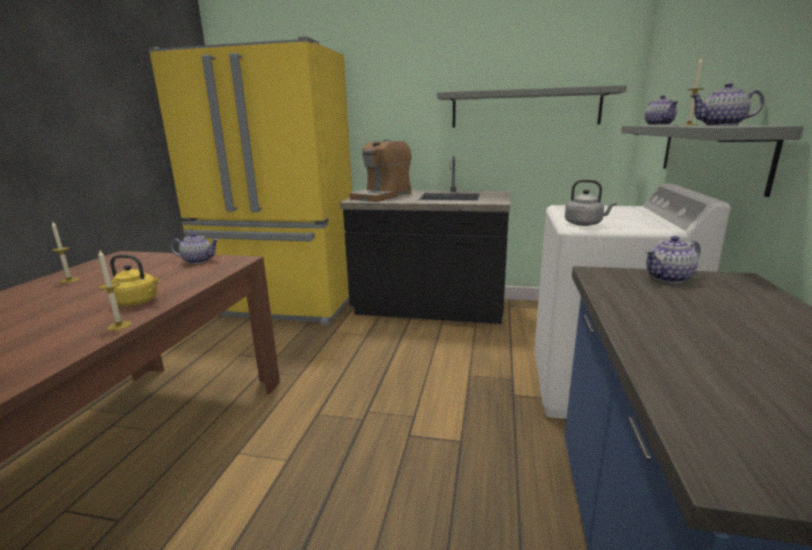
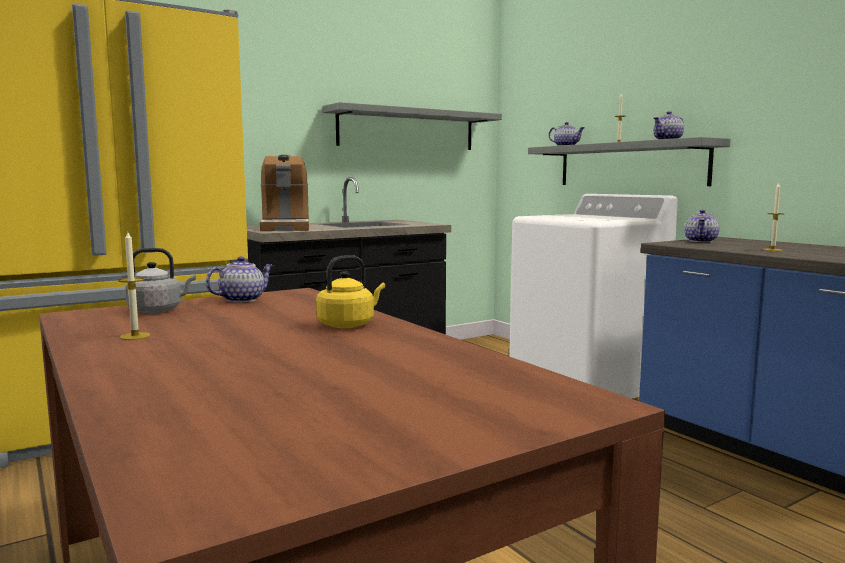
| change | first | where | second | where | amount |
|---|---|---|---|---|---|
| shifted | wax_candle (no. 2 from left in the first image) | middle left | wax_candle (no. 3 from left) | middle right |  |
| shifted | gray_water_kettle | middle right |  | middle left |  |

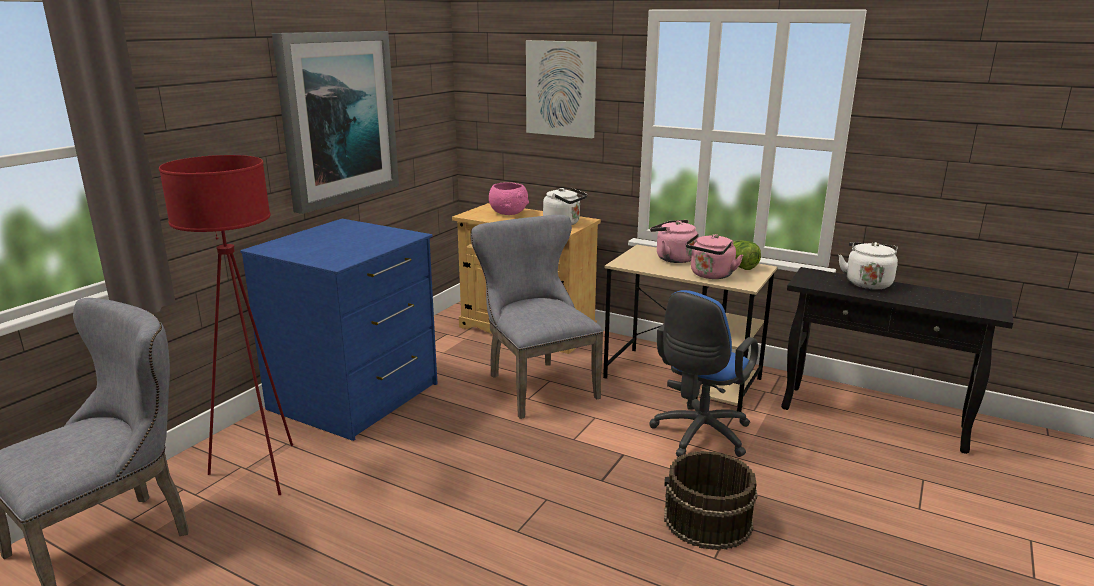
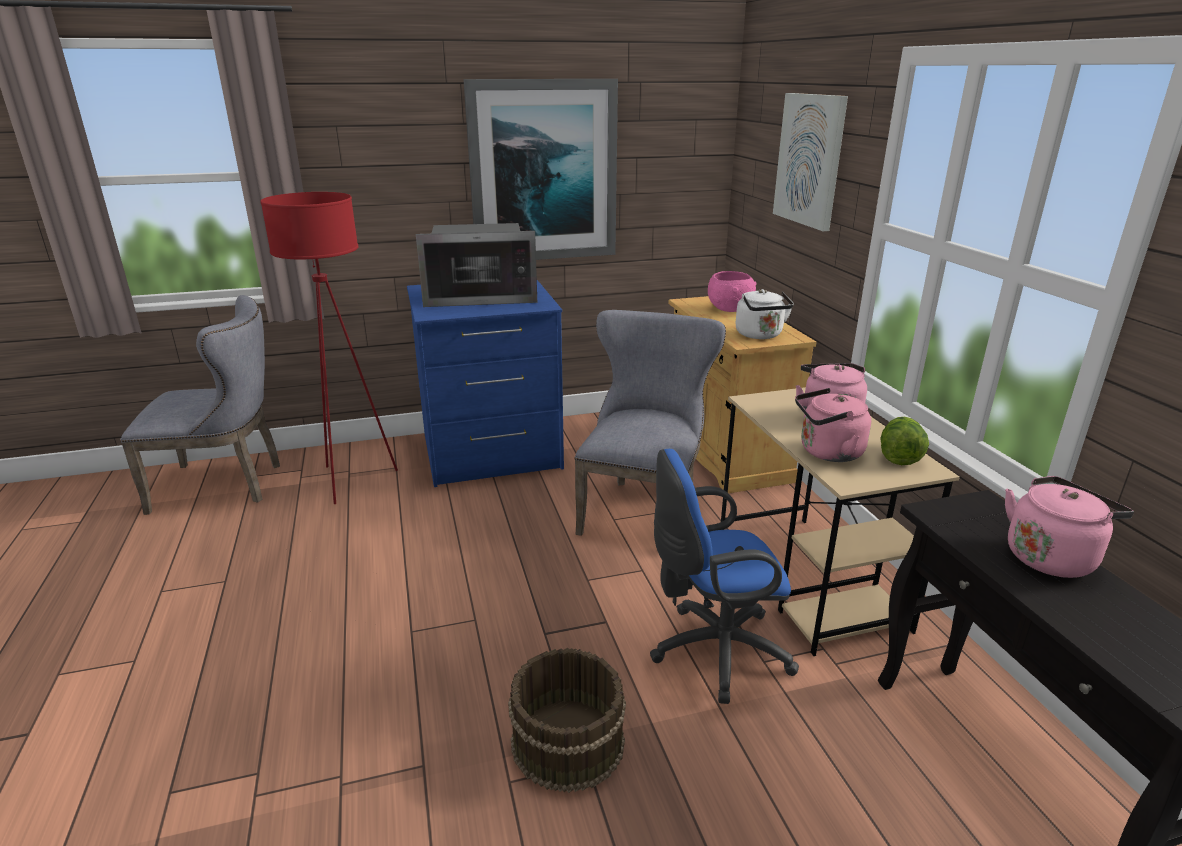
| change | first | where | second | where | amount |
|---|---|---|---|---|---|
| new |  |  | microwave_oven | top centre |  |
| repainted | whitish_water_kettle (no. 2 from left) | middle right | pink-coloured_water_kettle (no. 3 from left) | middle right |  |

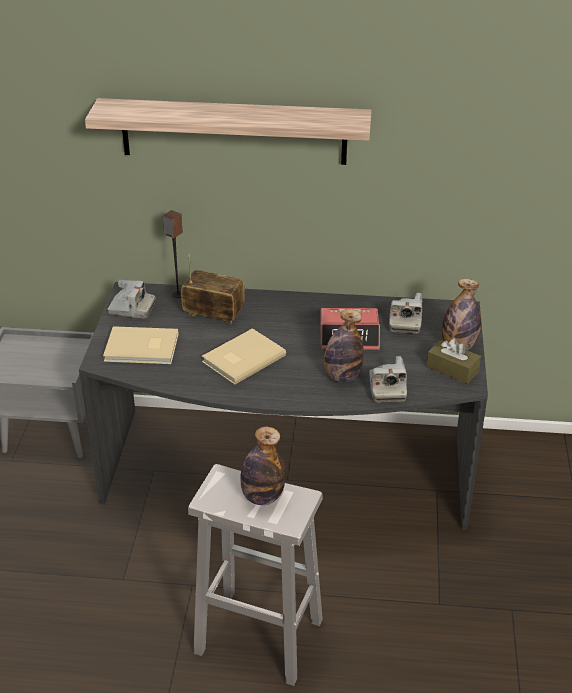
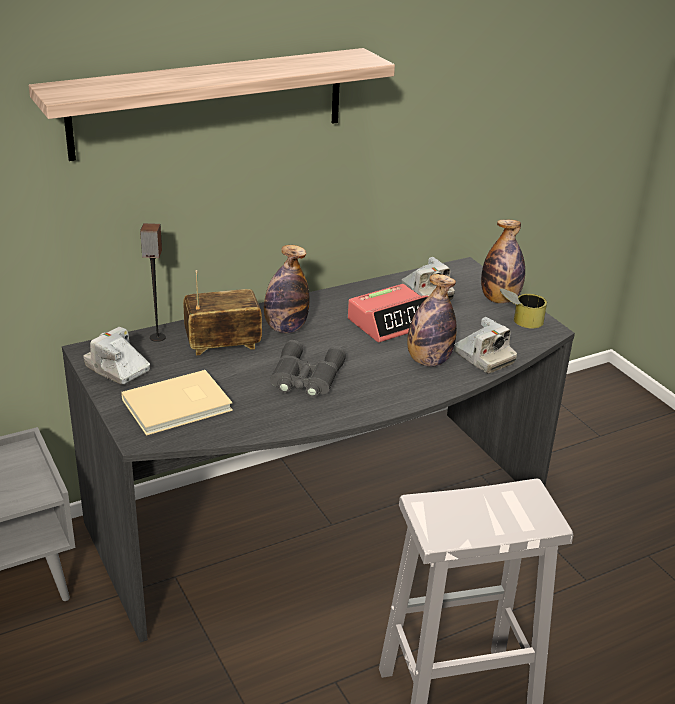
| change | first | where | second | where | amount |
|---|---|---|---|---|---|
| shifted | beverage_bottle (no. 1 from left) | bottom centre |  | centre |  |
| swapped | beige_volume (no. 2 from left) | centre | gray_pair_of_binoculars | centre |  |
| swapped | brown-coloured_tissue_box | middle right | metal_can | middle right |  |
| rotated | still_camera (no. 1 from left) | middle left |  | middle left | 120 degrees counterclockwise |

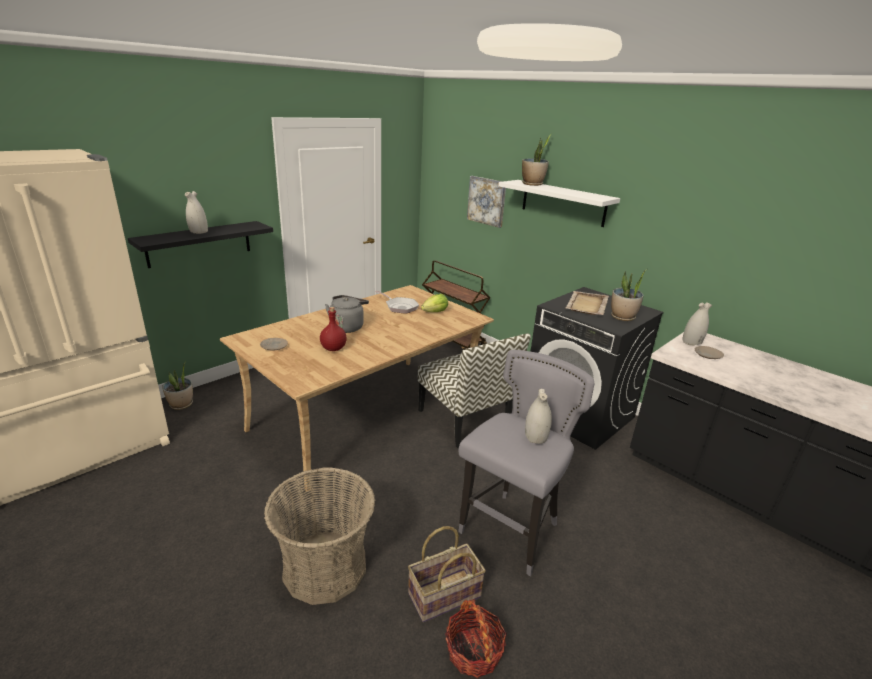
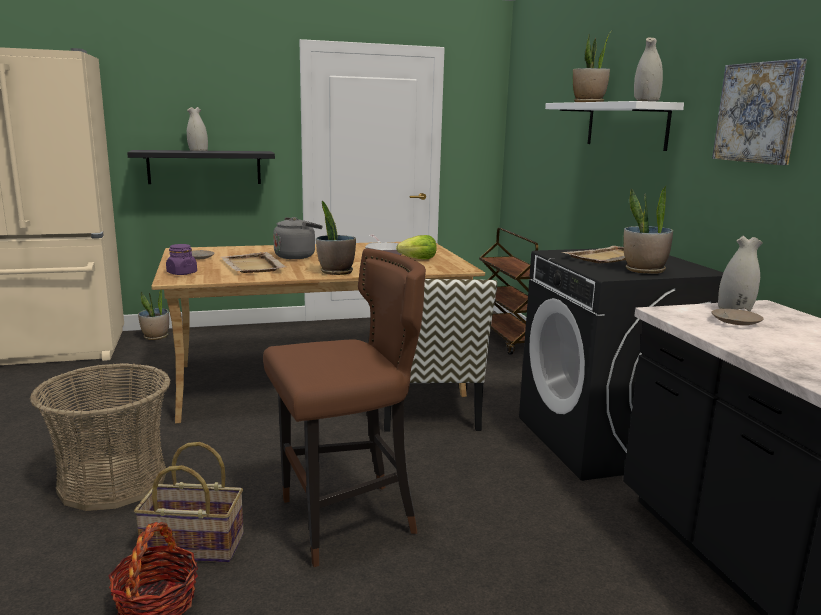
| change | first | where | second | where | amount |
|---|---|---|---|---|---|
| new |  |  | purplish_jar | middle left |  |
| new |  |  | potted_plant (no. 2 from left) | centre |  |
| shifted | wall_picture | top centre |  | top right |  |
| shifted | whitish_decorative_vase (no. 2 from left) | centre |  | top right |  |
| swapped | red-coloured_beverage_bottle | centre | beige_tray (no. 1 from left) | middle left |  |
| repainted | gray_sitting_stool | bottom centre | brown-coloured_sitting_stool | centre |  |

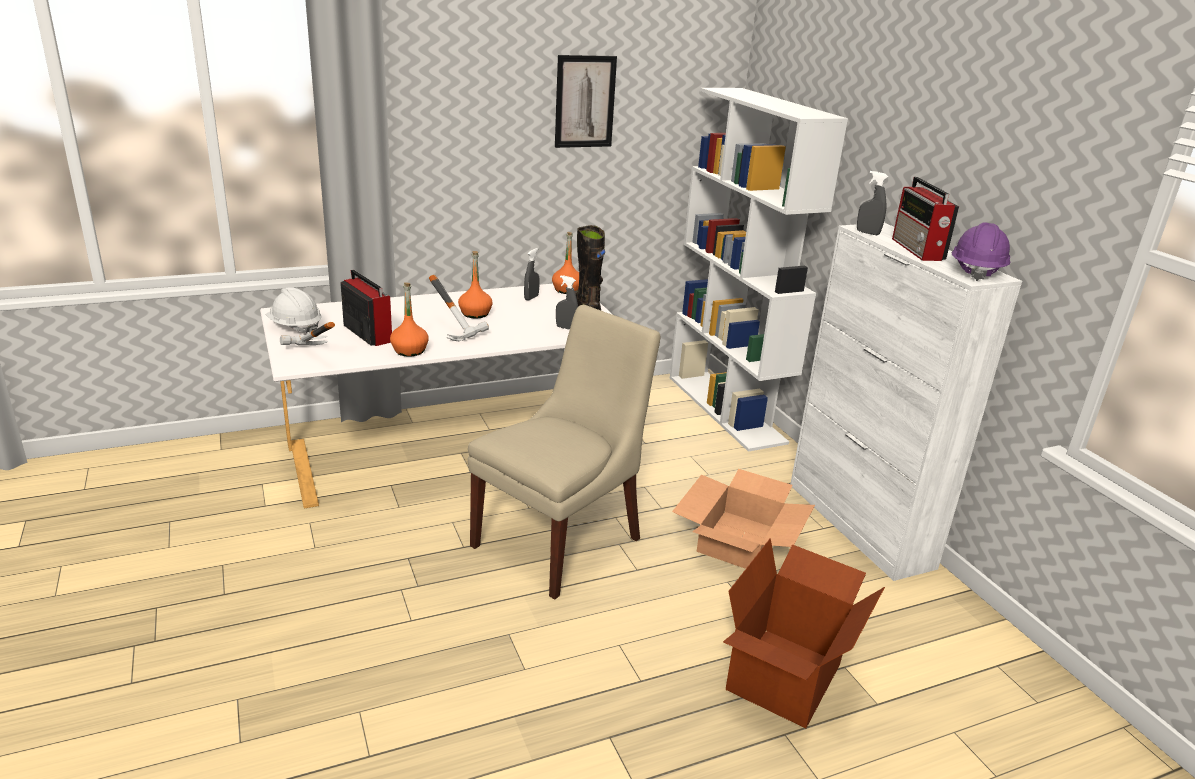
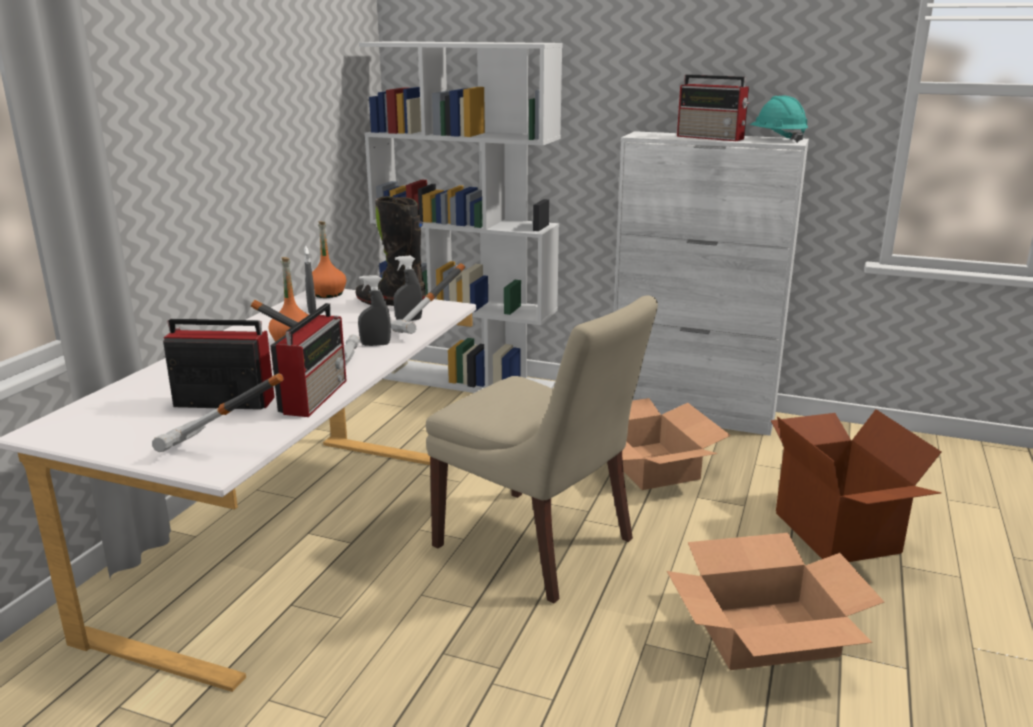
| change | first | where | second | where | amount |
|---|---|---|---|---|---|
| gone | whitish_hard_hat | middle left |  |  |  |
| gone | wall_picture | top centre |  |  |  |
| new |  |  | hammer (no. 3 from left) | centre |  |
| new |  |  | packing_box (no. 2 from left) | bottom right |  |
| shifted | gray_sprayer (no. 3 from left in the first image) | top right | gray_sprayer (no. 2 from left) | centre |  |
| swapped | orange-coloured_beverage_bottle (no. 1 from left) | centre | radio_receiver (no. 2 from left) | middle left |  |
| repainted | purplish_hard_hat | top right | blue-green_hard_hat | top right |  |
| rotated | beige_upright_chair | centre |  | centre | 135 degrees clockwise |

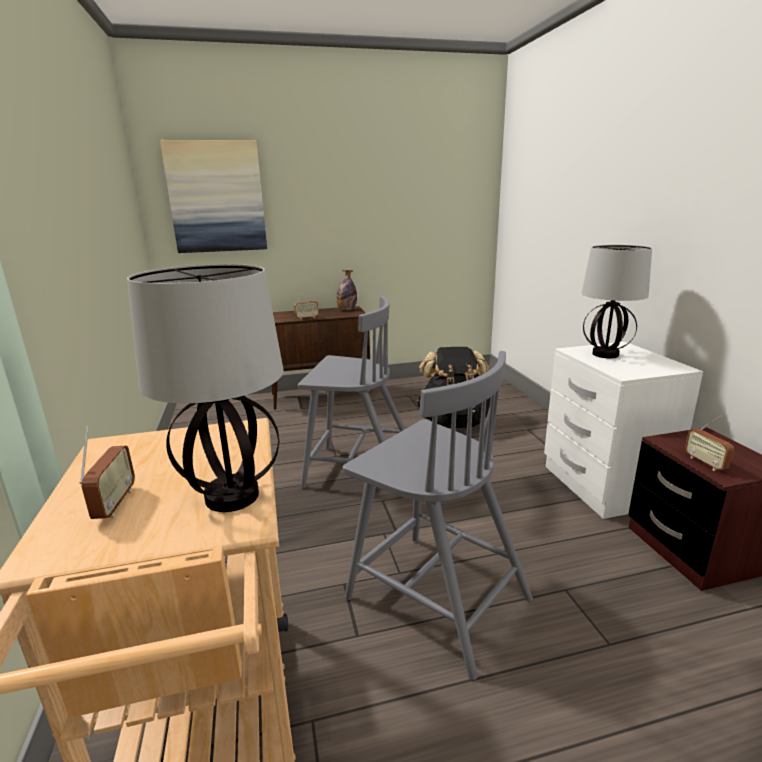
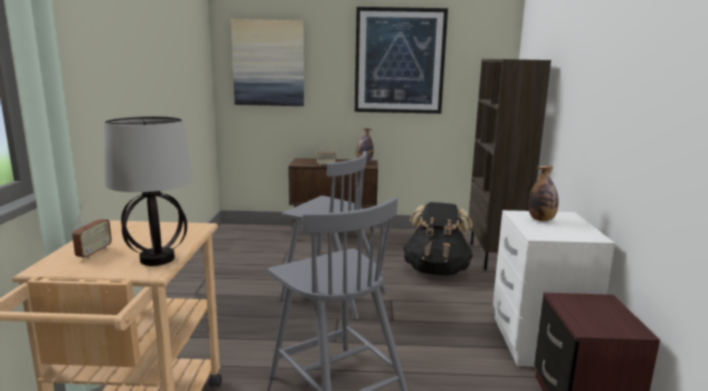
| change | first | where | second | where | amount |
|---|---|---|---|---|---|
| gone | radio_receiver (no. 3 from left) | middle right |  |  |  |
| new |  |  | wall_picture (no. 2 from left) | top centre |  |
| new |  |  | brown-coloured_bookcase | middle right |  |
| swapped | lamp_for_a_table (no. 2 from left) | middle right | beverage_bottle (no. 2 from left) | middle right |  |

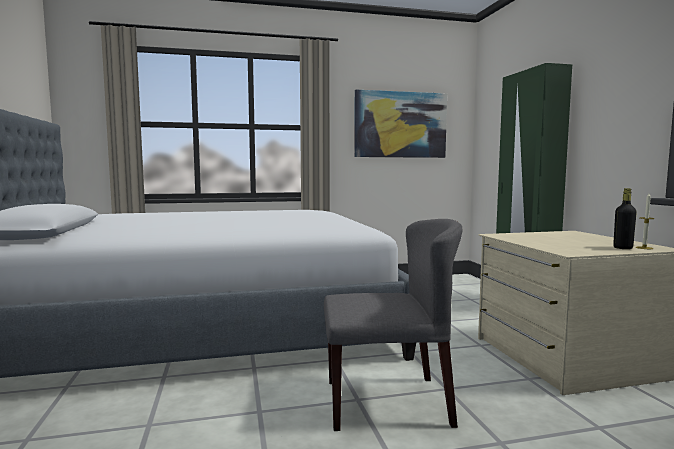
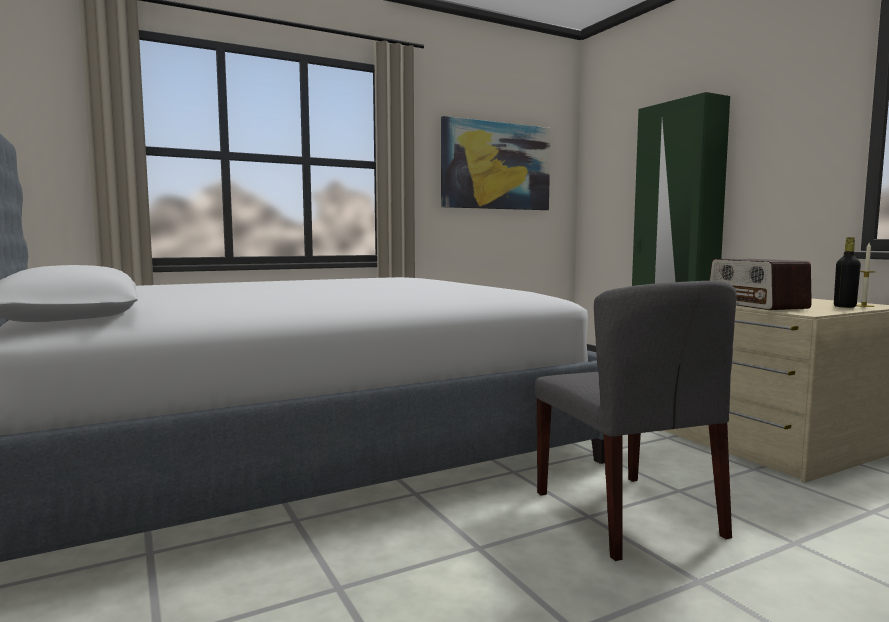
| change | first | where | second | where | amount |
|---|---|---|---|---|---|
| new |  |  | radio_receiver | middle right |  |
| rotated | gray_upright_chair | bottom centre |  | bottom right | 90 degrees clockwise |

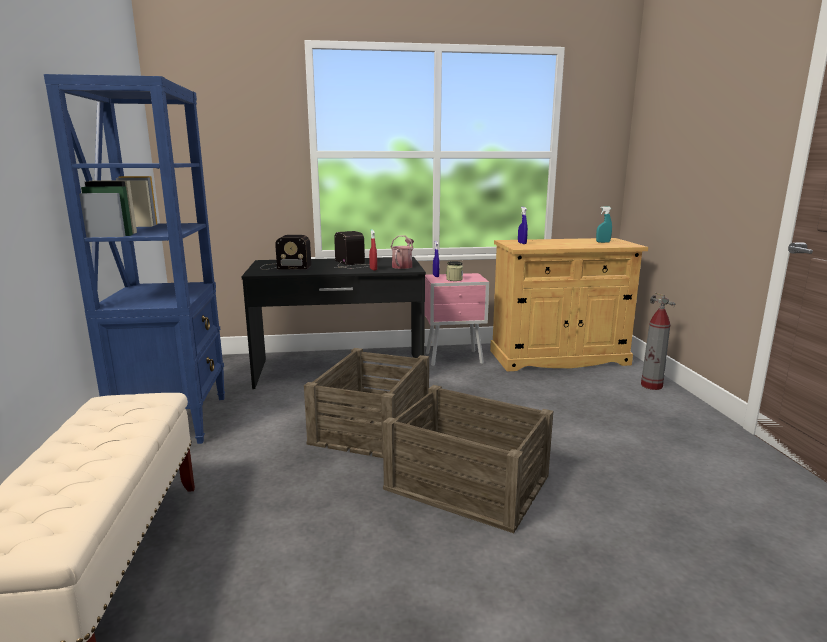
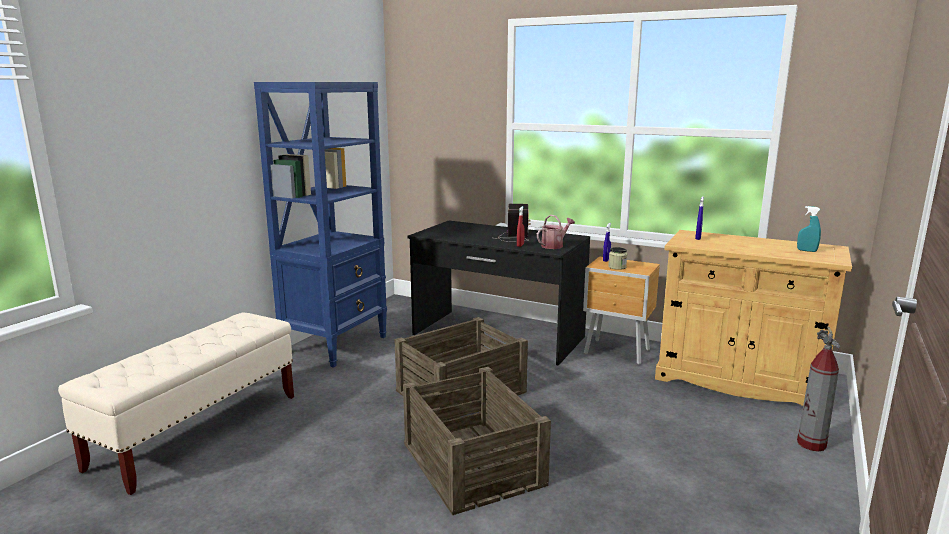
| change | first | where | second | where | amount |
|---|---|---|---|---|---|
| gone | radio_receiver (no. 1 from left) | centre |  |  |  |
| repainted | pink-coloured_bedside_table | centre | brown-coloured_bedside_table | centre |  |

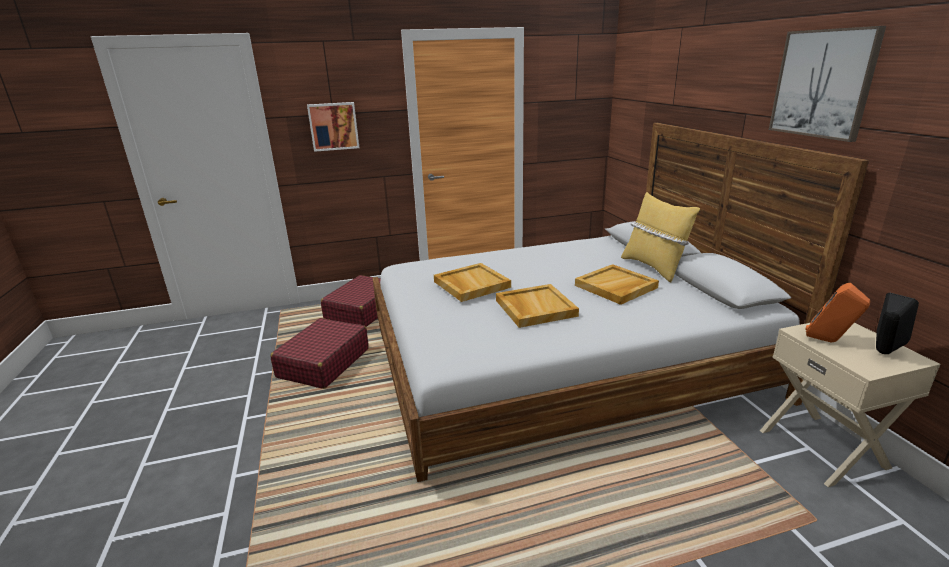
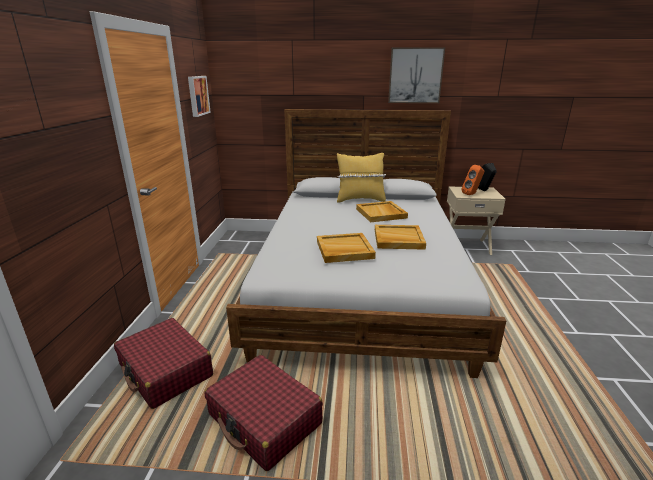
| change | first | where | second | where | amount |
|---|---|---|---|---|---|
| shifted | wall_picture (no. 1 from left) | top centre |  | top left |  |

